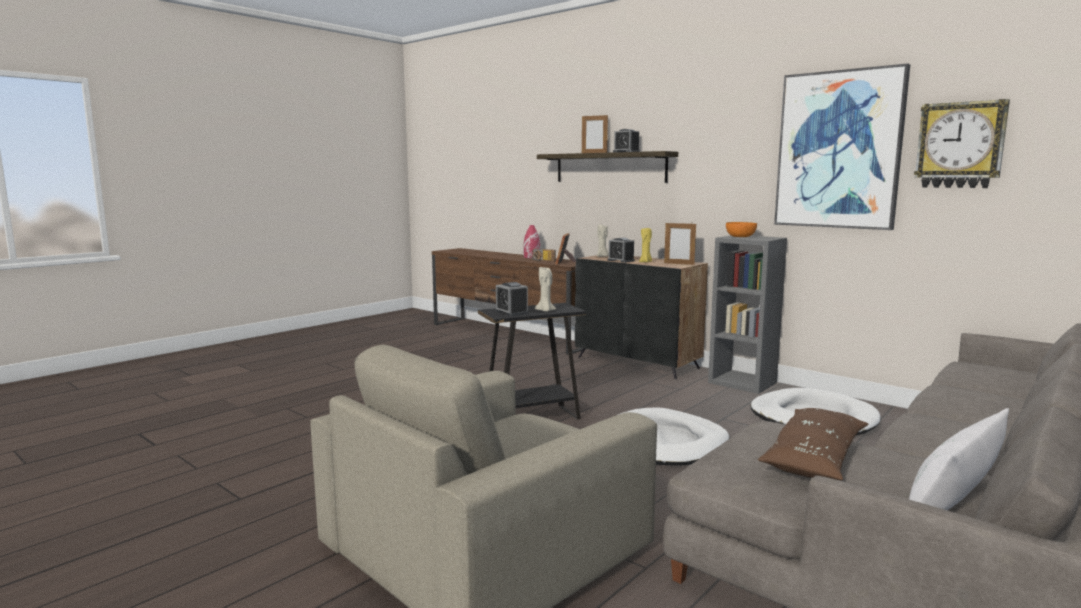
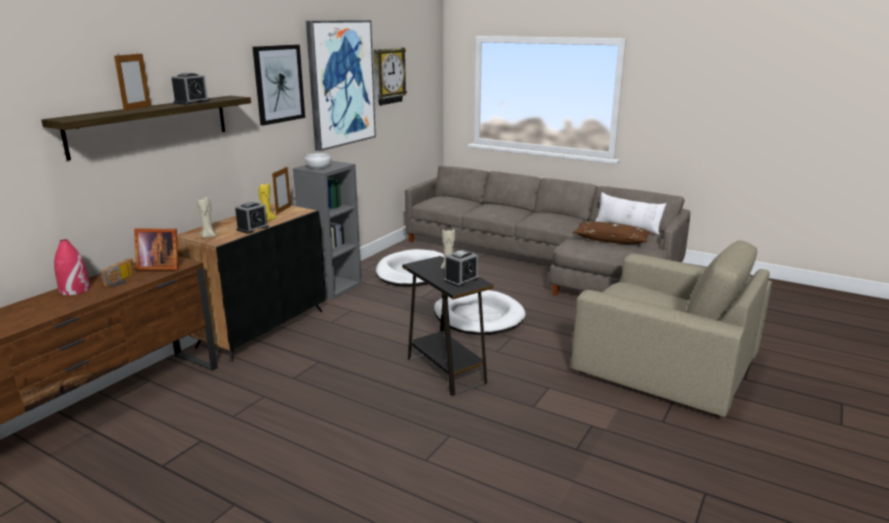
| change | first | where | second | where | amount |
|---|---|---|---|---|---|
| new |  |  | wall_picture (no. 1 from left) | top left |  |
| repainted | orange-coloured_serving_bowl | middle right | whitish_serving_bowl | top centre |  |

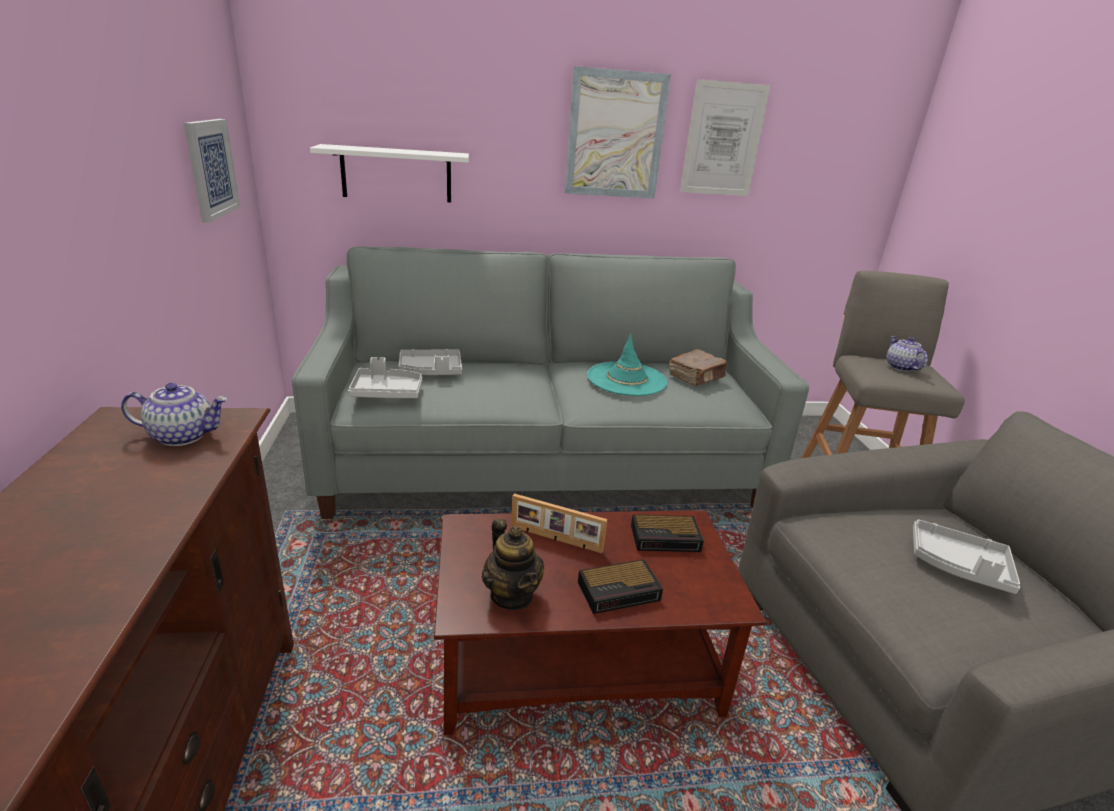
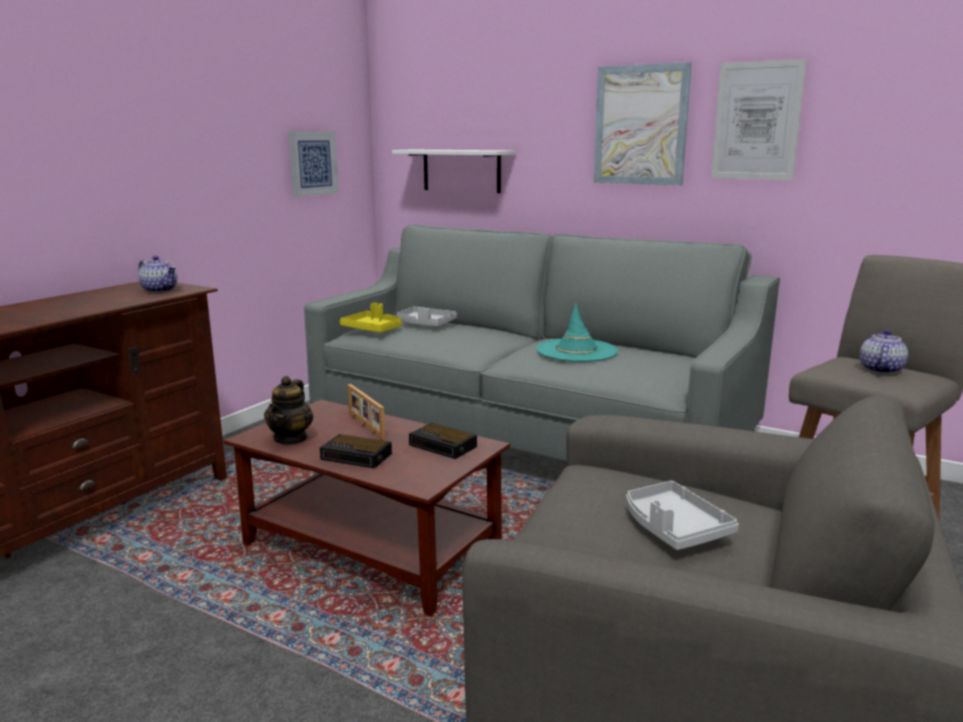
| change | first | where | second | where | amount |
|---|---|---|---|---|---|
| gone | brown-coloured_volume | centre |  |  |  |
| repainted | gray_tray (no. 1 from left) | centre | yellowish_tray | centre |  |

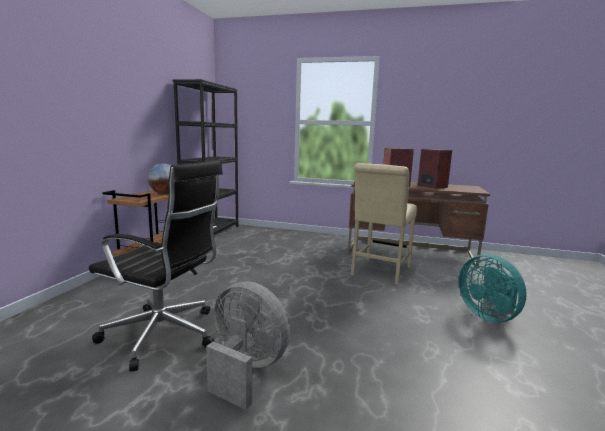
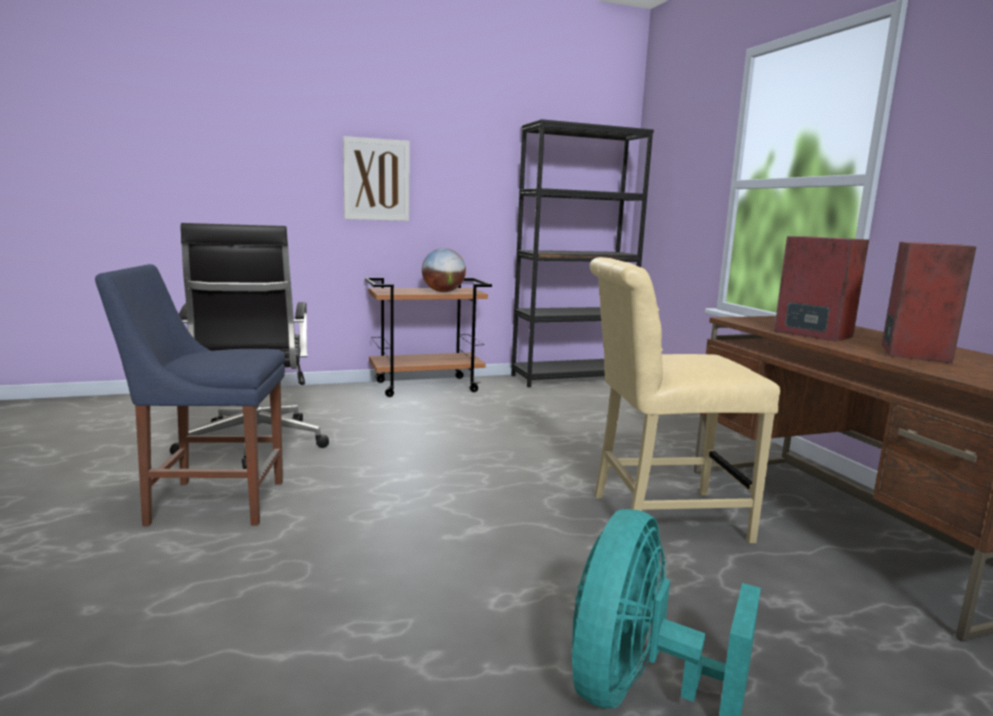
| change | first | where | second | where | amount |
|---|---|---|---|---|---|
| new |  |  | wall_picture | top centre |  |
| swapped | gray_fan | bottom centre | bluish_upright_chair | middle left |  |

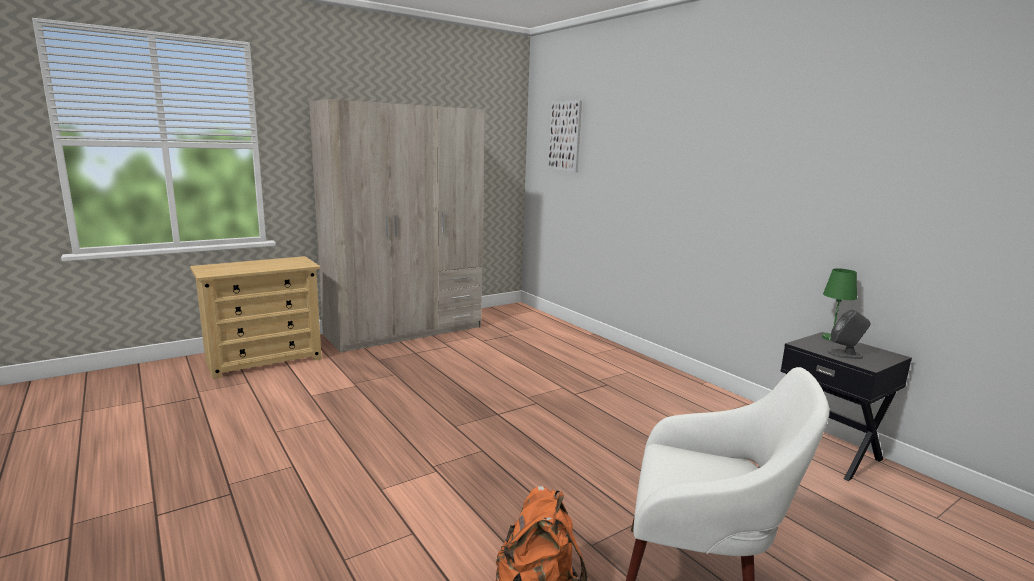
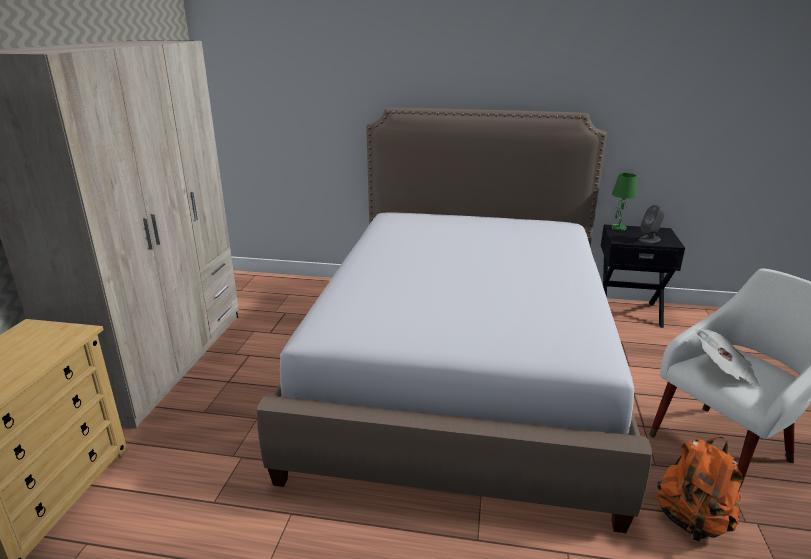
| change | first | where | second | where | amount |
|---|---|---|---|---|---|
| gone | wall_picture | top centre |  |  |  |
| new |  |  | bed | centre |  |
| new |  |  | newspaper | middle right |  |

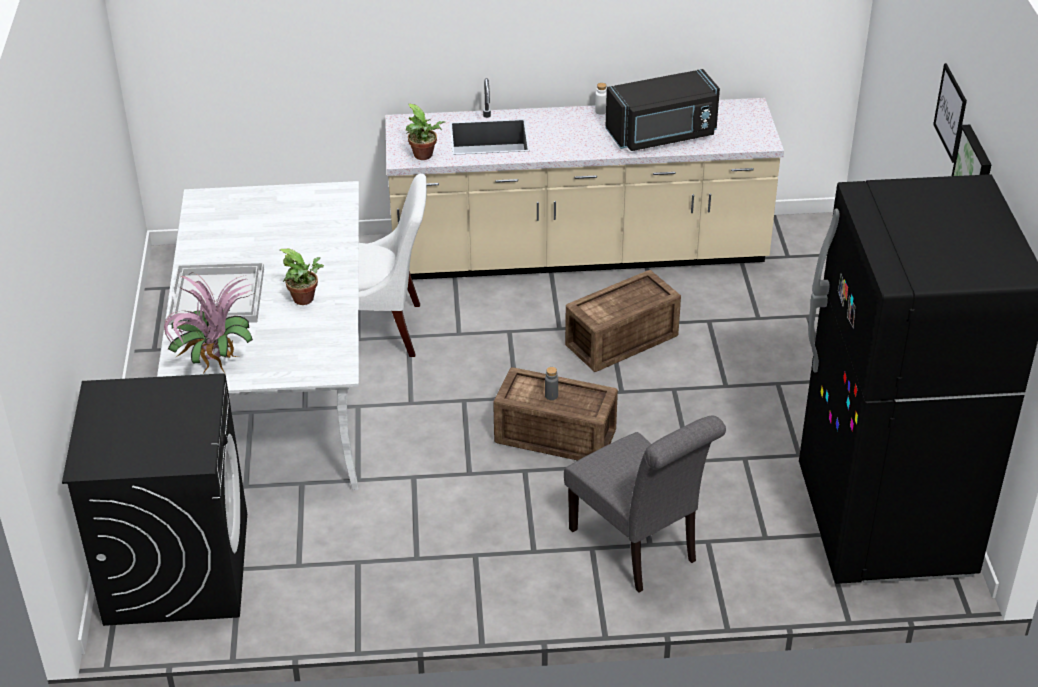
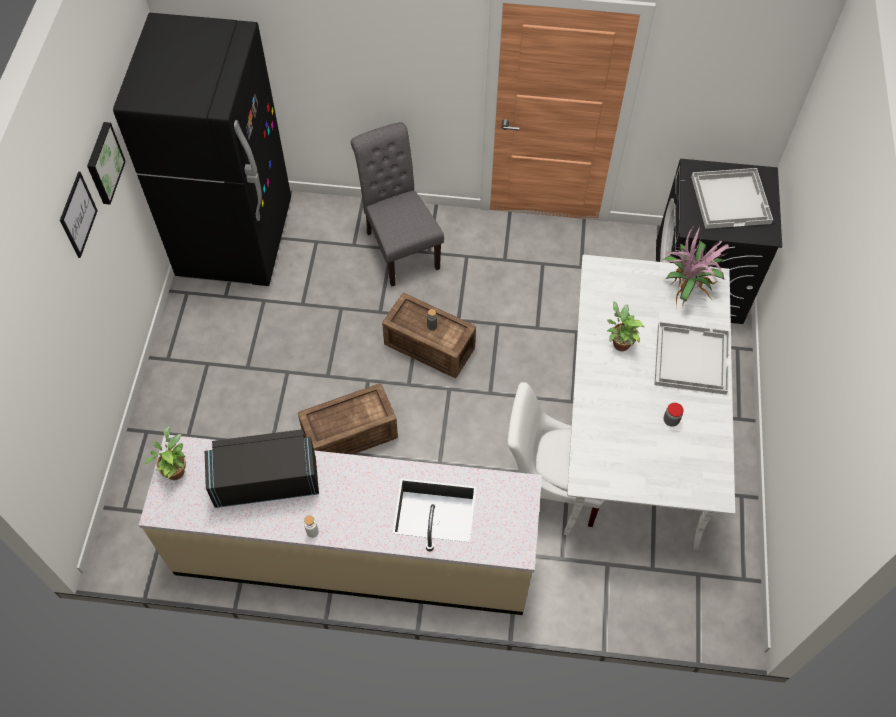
| change | first | where | second | where | amount |
|---|---|---|---|---|---|
| new |  |  | jar | middle right |  |
| new |  |  | whitish_tray (no. 2 from left) | top right |  |
| shifted | potted_plant (no. 3 from left in the first image) | top centre | potted_plant (no. 1 from left) | middle left |  |

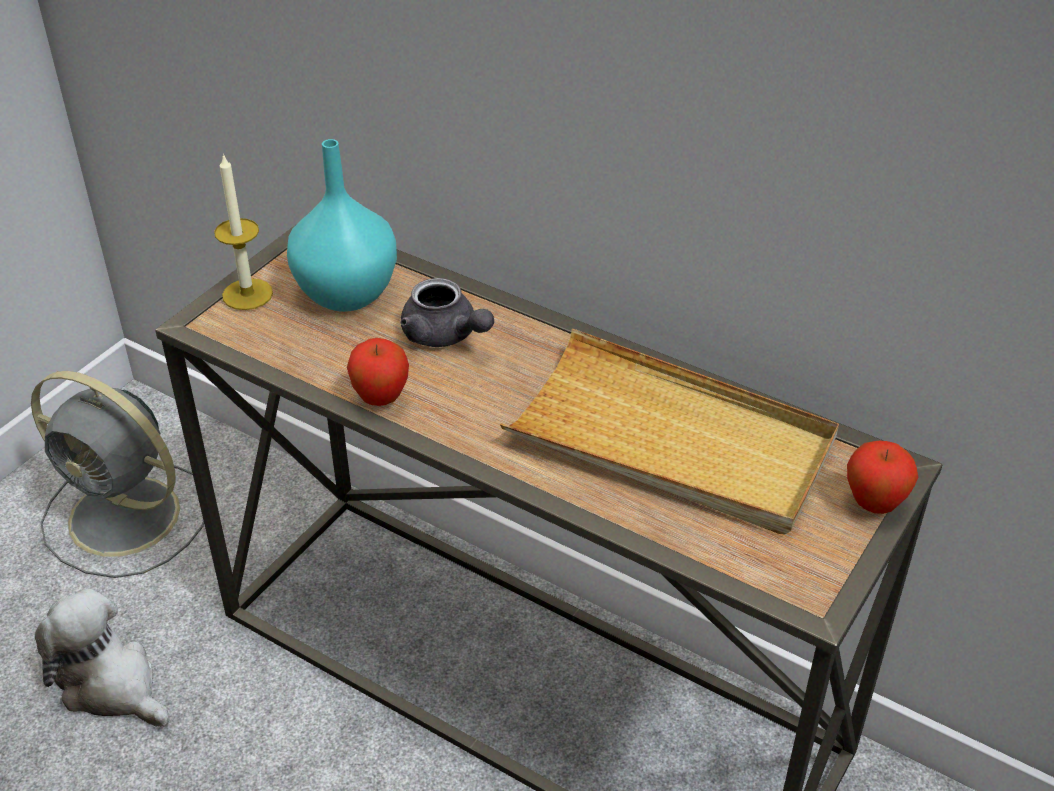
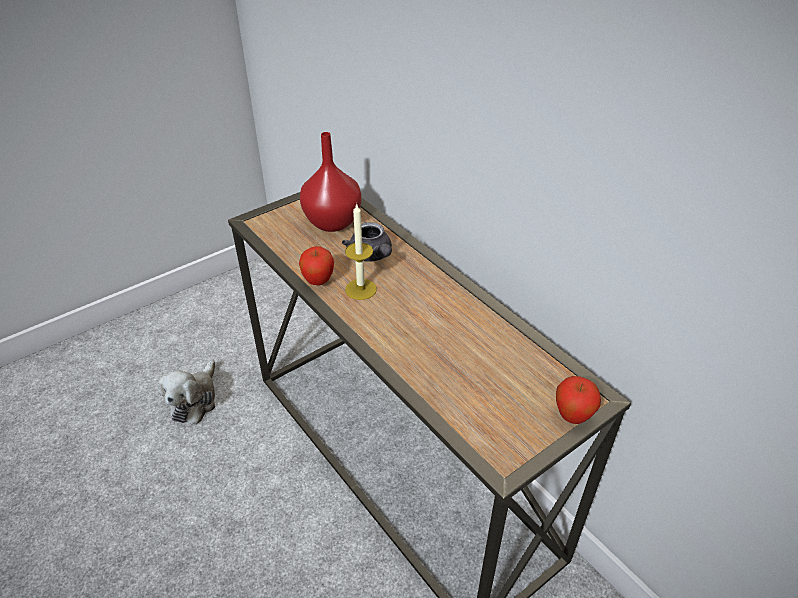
| change | first | where | second | where | amount |
|---|---|---|---|---|---|
| gone | gray_fan | middle left |  |  |  |
| gone | beige_tray | centre |  |  |  |
| shifted | wax_candle | top left |  | centre |  |
| repainted | blue-green_decorative_vase | top left | red-coloured_decorative_vase | top centre |  |
| rotated | plush_toy | bottom left |  | middle left | 135 degrees counterclockwise |

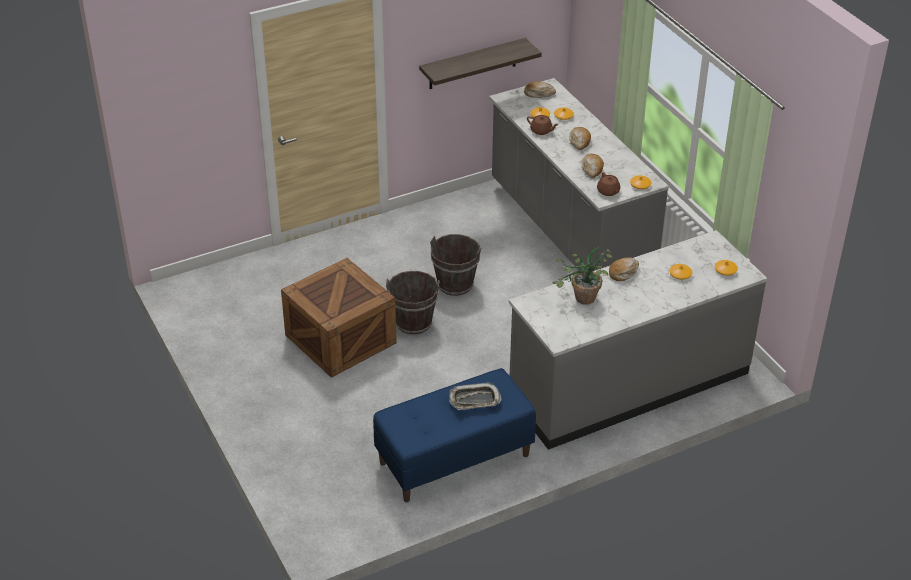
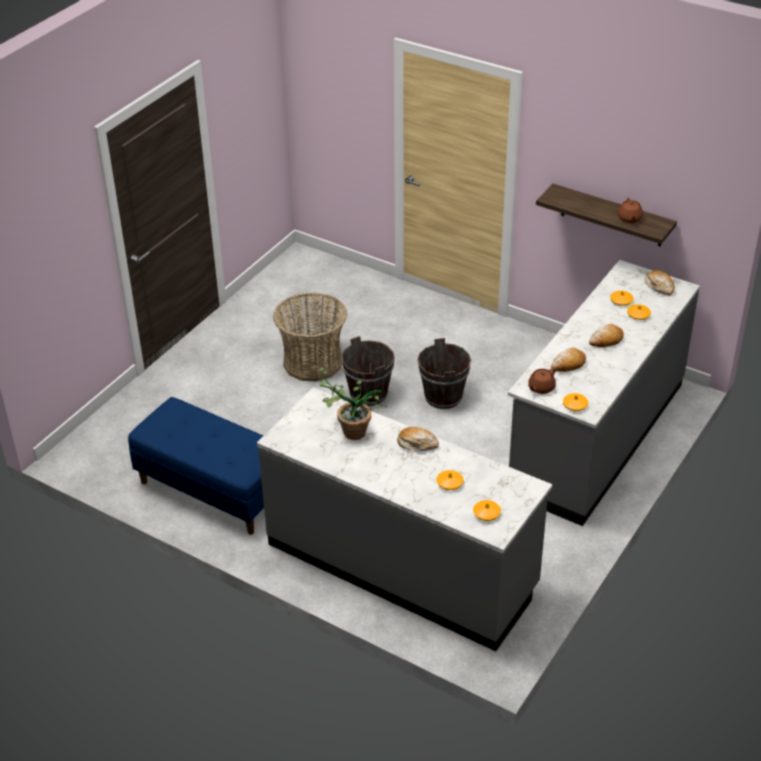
| change | first | where | second | where | amount |
|---|---|---|---|---|---|
| gone | tray | bottom centre |  |  |  |
| shifted | brown-coloured_teapot (no. 1 from left in the first image) | top centre | brown-coloured_teapot (no. 2 from left) | top right |  |
| swapped | packing_crate | centre | household_basket | centre |  |

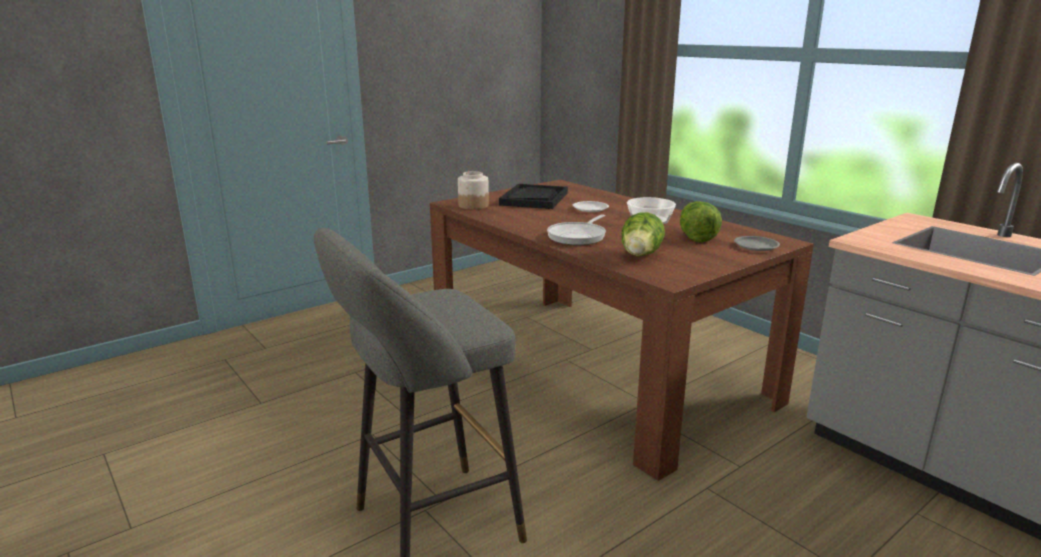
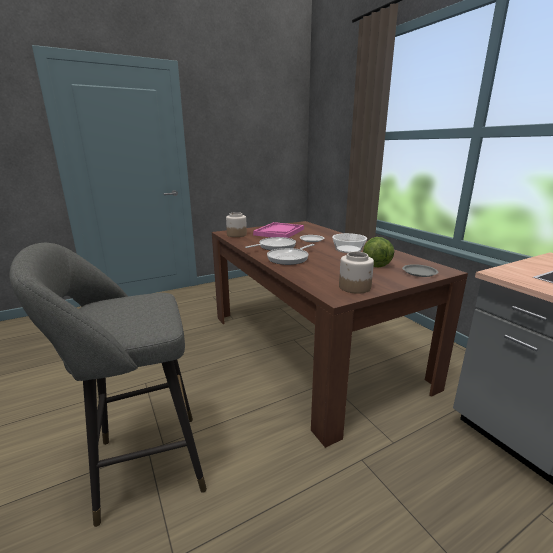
| change | first | where | second | where | amount |
|---|---|---|---|---|---|
| gone | lettuce_head (no. 1 from left) | centre |  |  |  |
| new |  |  | pan (no. 1 from left) | centre |  |
| new |  |  | jar (no. 2 from left) | centre |  |
| repainted | black_tray | centre | pink-coloured_tray | centre |  |

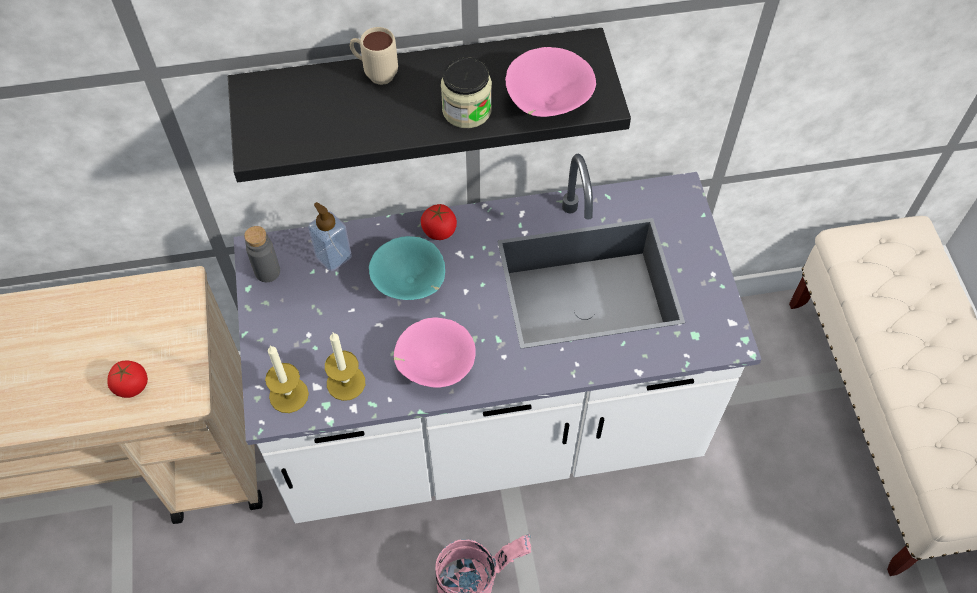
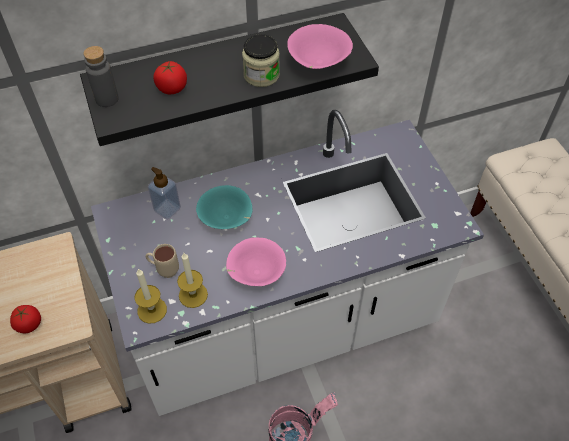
| change | first | where | second | where | amount |
|---|---|---|---|---|---|
| shifted | gray_beverage_bottle | middle left |  | top left |  |
| shifted | beige_tea_mug | top centre |  | middle left |  |
| shifted | fresh_tomato (no. 2 from left) | centre |  | top left |  |

